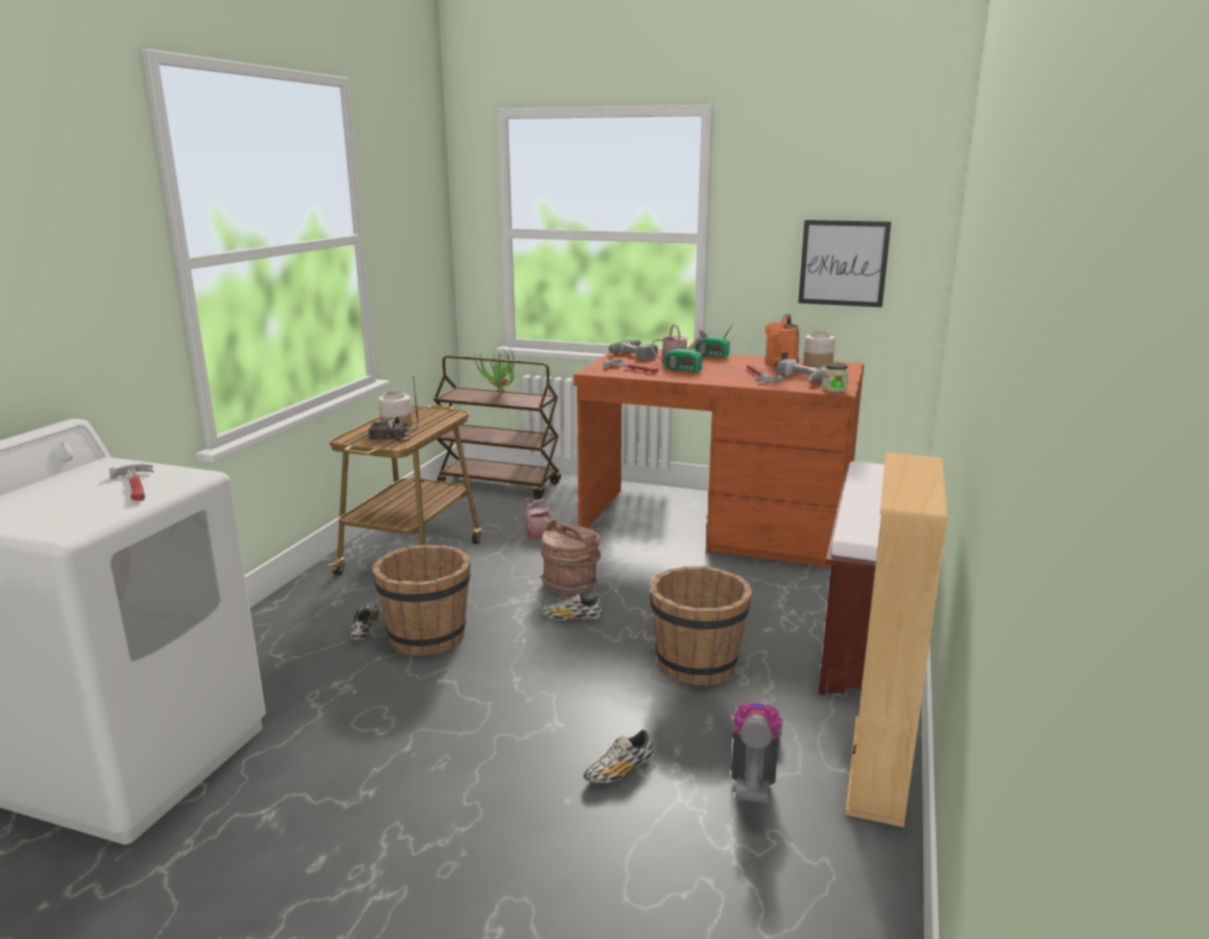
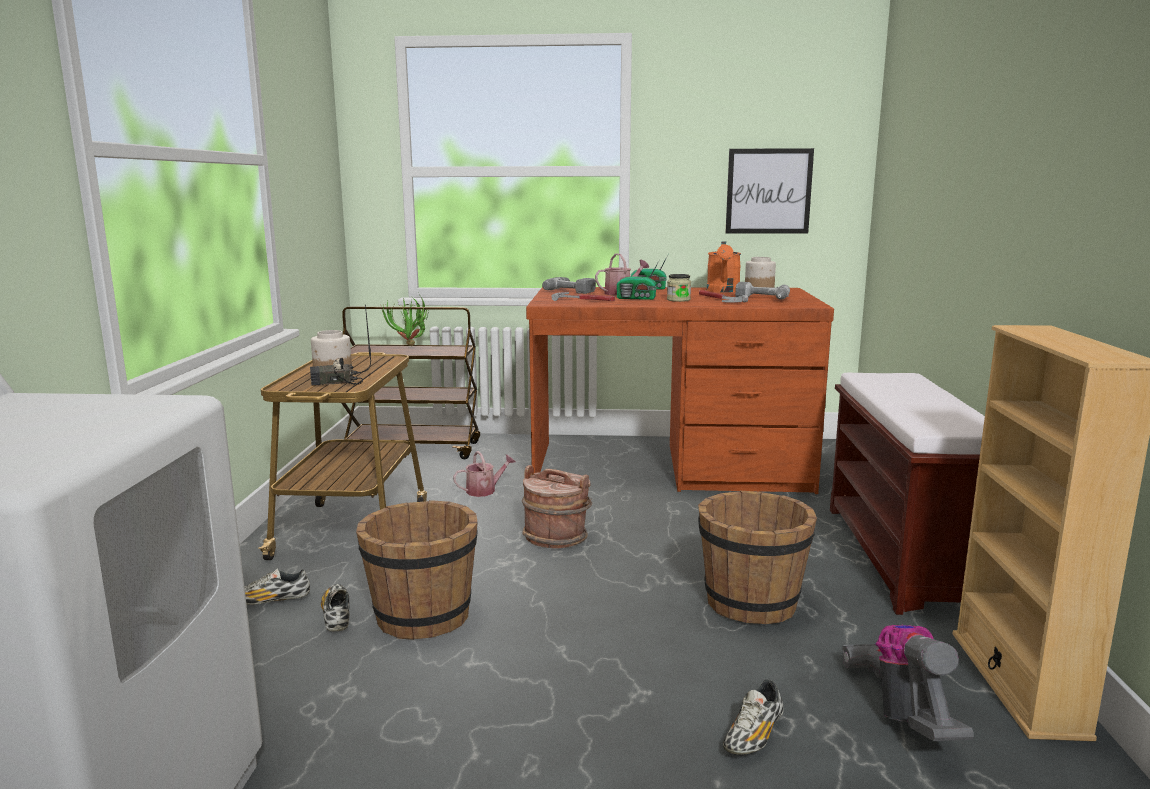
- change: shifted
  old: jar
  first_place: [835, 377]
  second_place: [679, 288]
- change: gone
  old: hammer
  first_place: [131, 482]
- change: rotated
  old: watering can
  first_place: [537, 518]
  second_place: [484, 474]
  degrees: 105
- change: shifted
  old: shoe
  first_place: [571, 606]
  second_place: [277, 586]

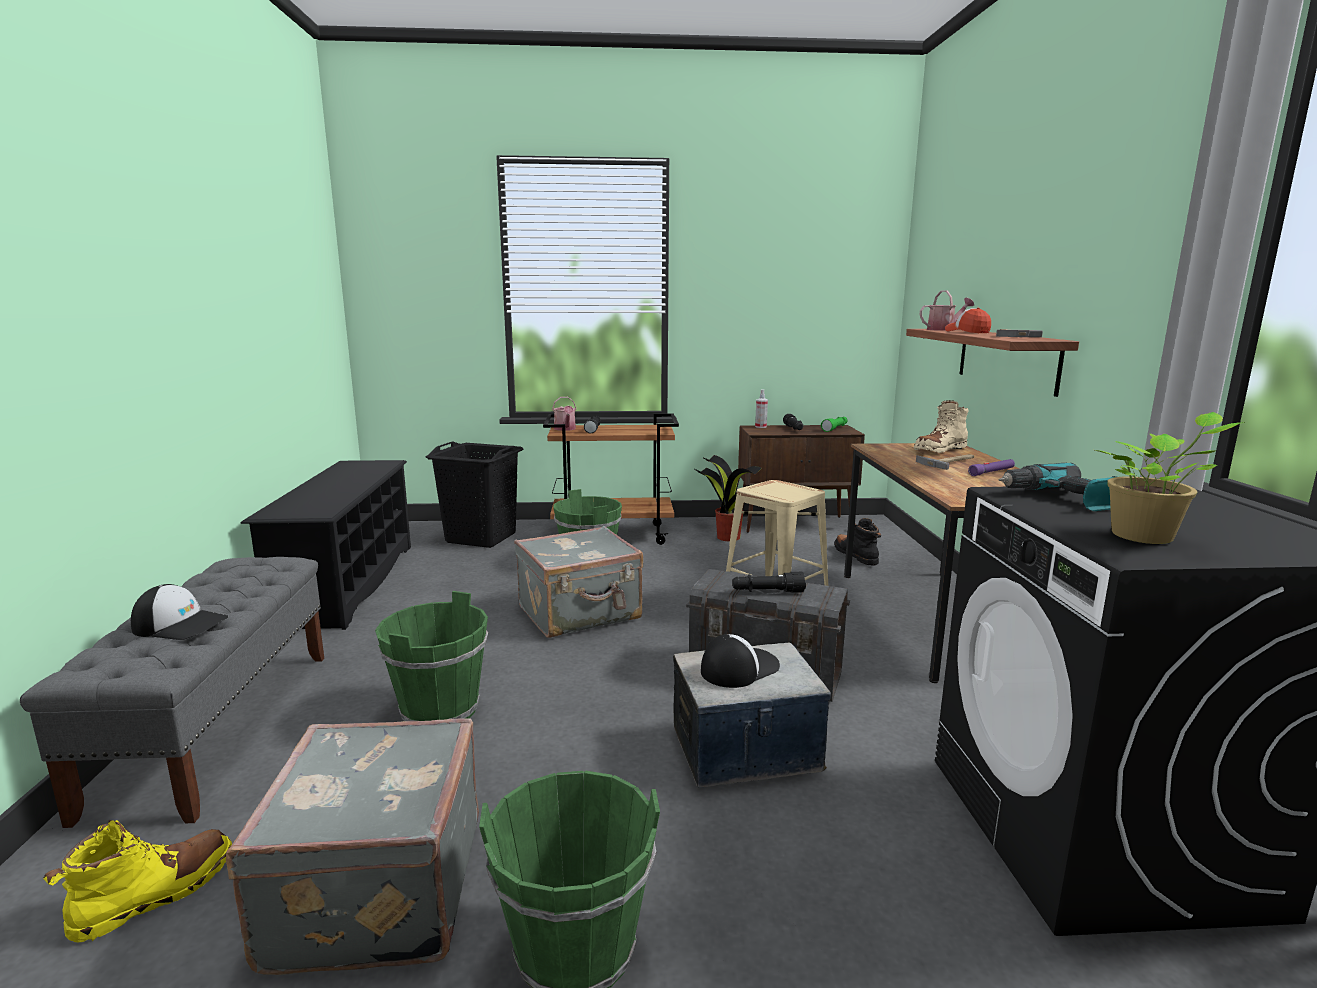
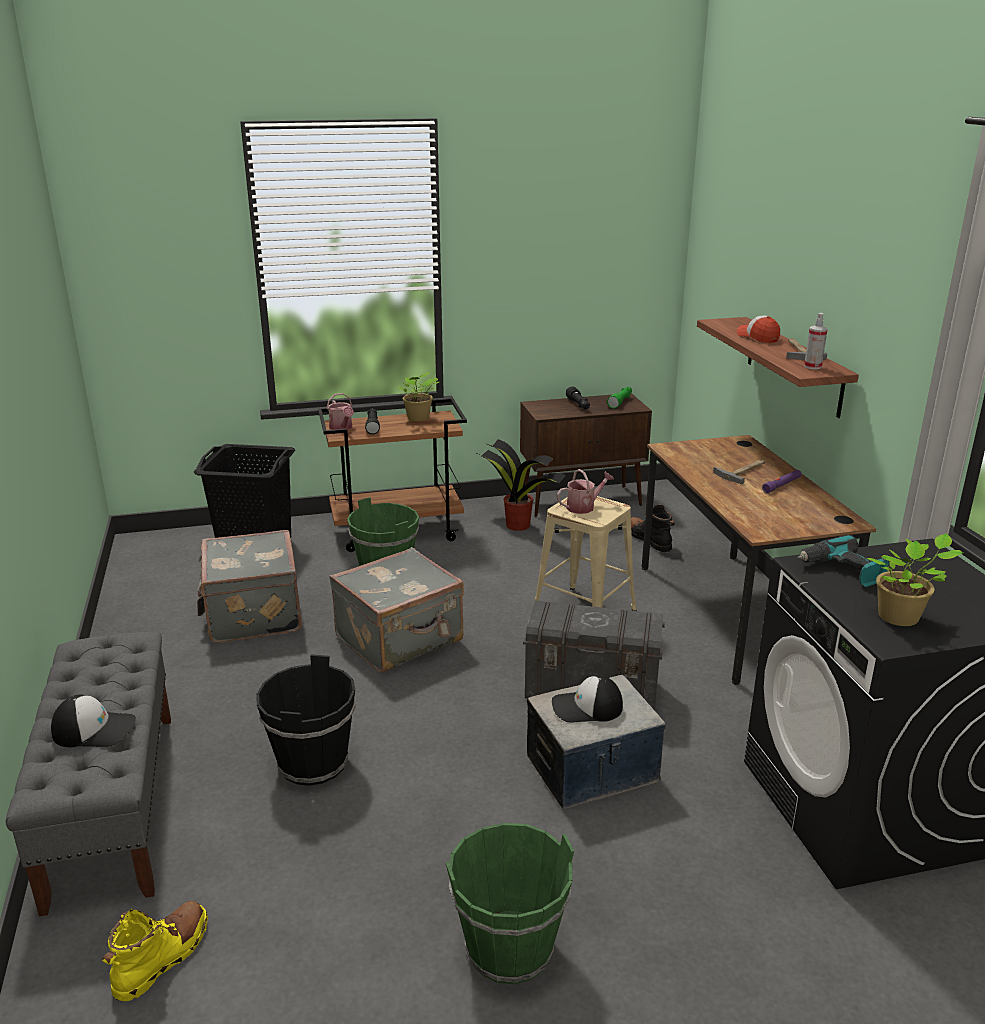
- change: shifted
  old: watering can
  first_place: [947, 311]
  second_place: [585, 491]
- change: shifted
  old: spray bottle
  first_place: [761, 408]
  second_place: [816, 341]
- change: gone
  old: beige boot
  first_place: [941, 426]
- change: gone
  old: black shoe rack
  first_place: [326, 545]
- change: gone
  old: black flashlight
  first_place: [769, 582]
- change: repainted
  old: green bucket
  new: black bucket
  first_place: [431, 656]
  second_place: [306, 720]
- change: rotated
  old: cap
  first_place: [740, 661]
  second_place: [587, 698]
  degrees: -135
- change: shifted
  old: grey suitcase
  first_place: [352, 846]
  second_place: [249, 586]
- change: new
  new: potted plant
  second_place: [418, 396]

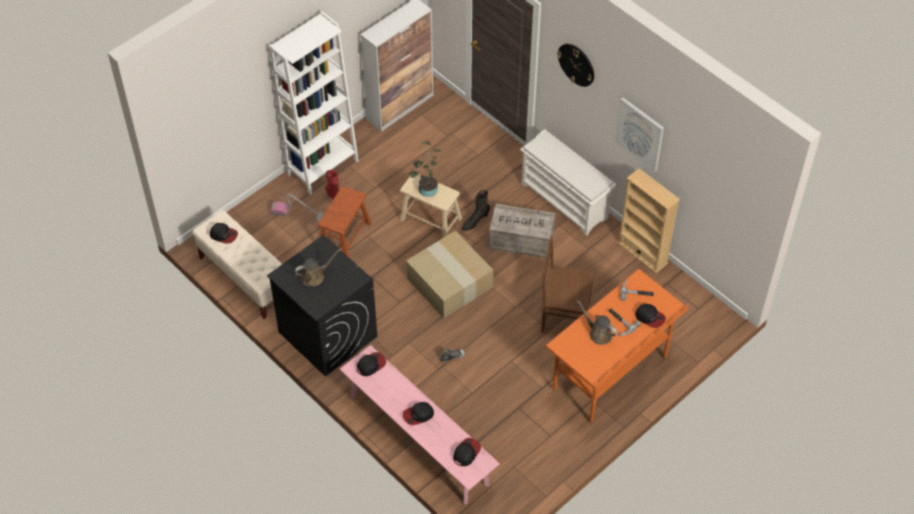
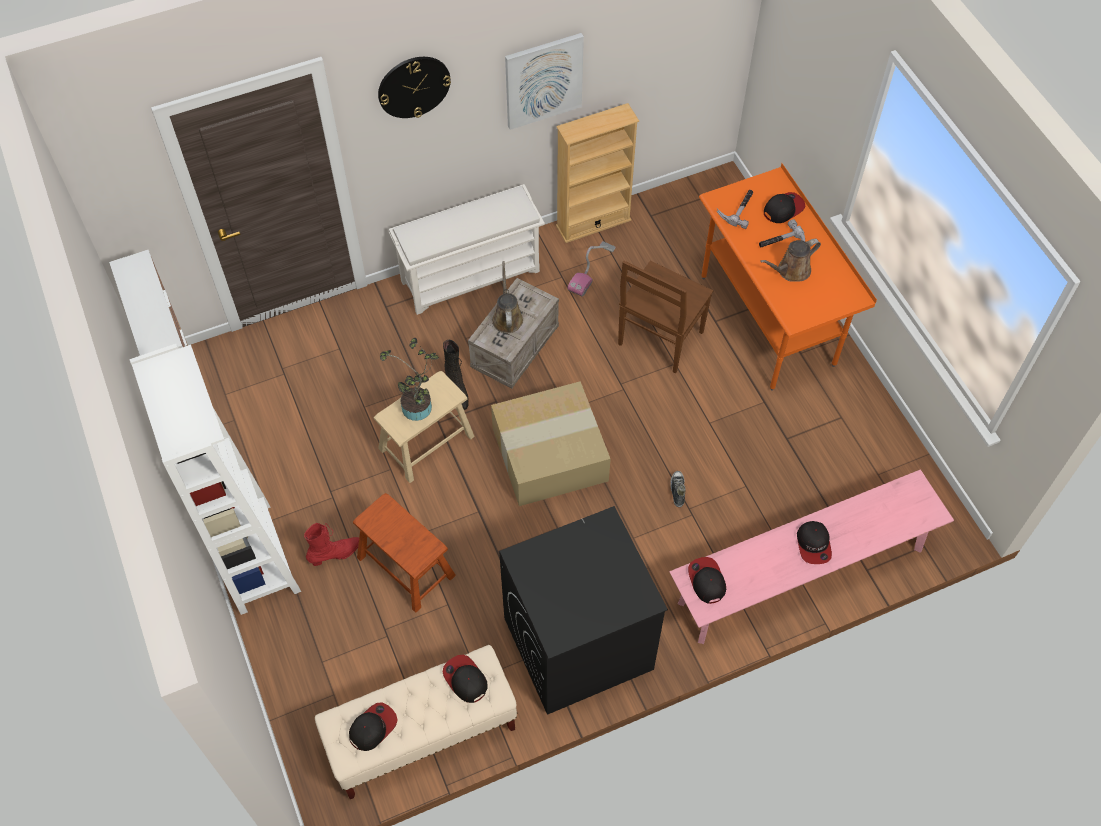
- change: shifted
  old: vacuum cleaner
  first_place: [297, 207]
  second_place: [591, 269]
- change: shifted
  old: brown watering can
  first_place: [317, 267]
  second_place: [507, 297]
- change: shifted
  old: cap
  first_place: [467, 452]
  second_place: [465, 679]

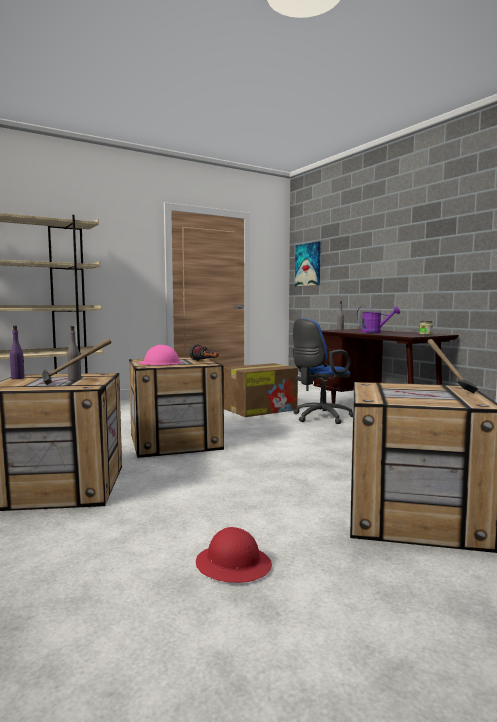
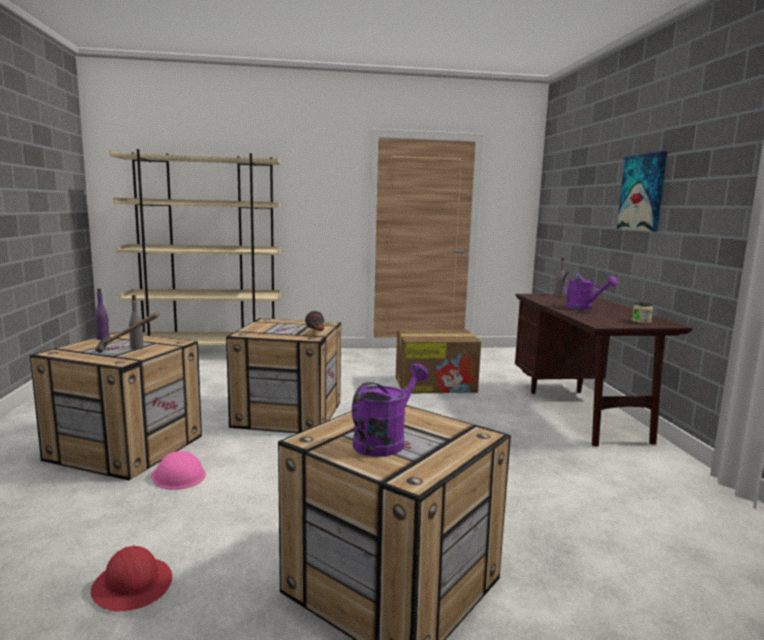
- change: shifted
  old: picture
  first_place: [308, 264]
  second_place: [642, 191]
- change: gone
  old: blue office chair
  first_place: [323, 371]
- change: gone
  old: hammer
  first_place: [452, 366]
- change: shifted
  old: pink hard hat
  first_place: [160, 355]
  second_place: [178, 470]
- change: new
  new: purple watering can
  second_place: [390, 410]

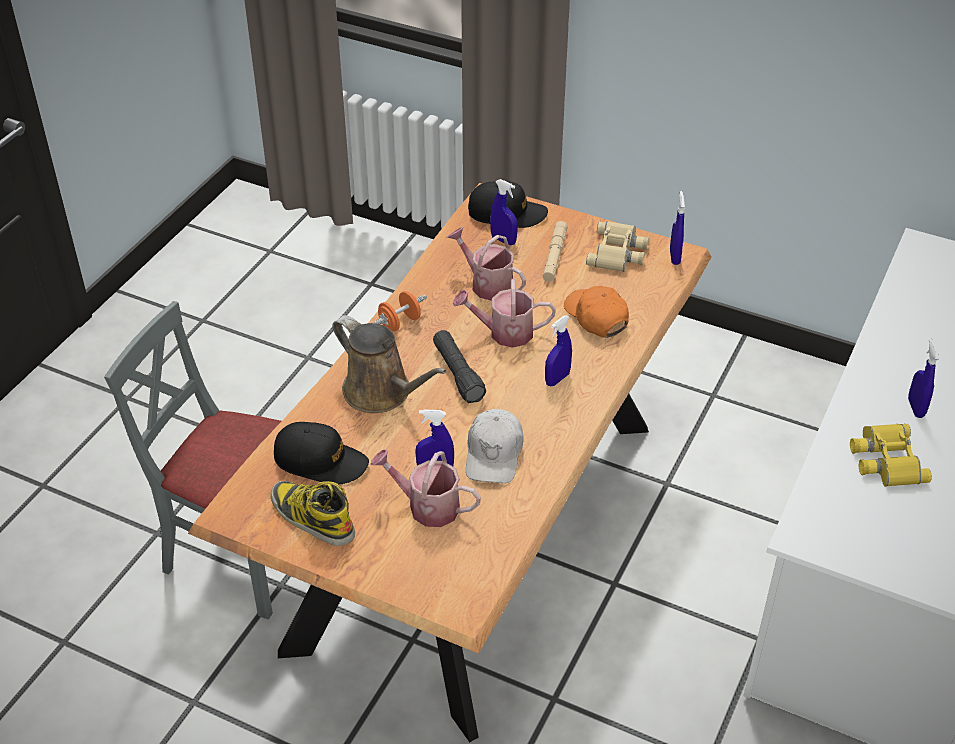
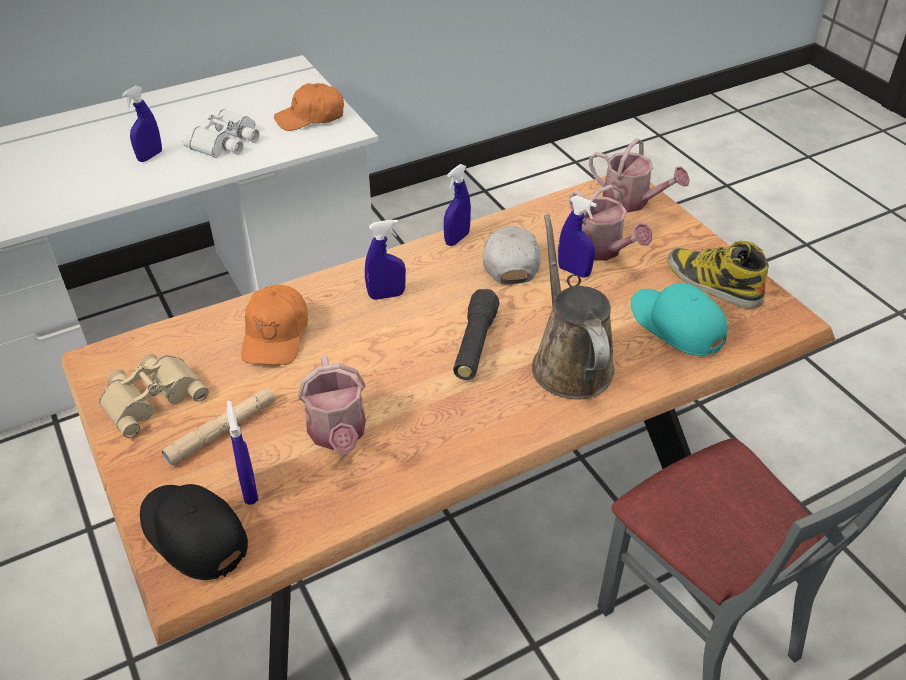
- change: shifted
  old: blue spray bottle
  first_place: [677, 228]
  second_place: [457, 205]
- change: shifted
  old: watering can
  first_place: [504, 313]
  second_place: [639, 175]
- change: gone
  old: orange dumbbell
  first_place: [400, 311]
- change: rotated
  old: white cap
  first_place: [495, 446]
  second_place: [512, 254]
  degrees: -45
- change: repainted
  old: black cap
  new: turquoise cap
  first_place: [321, 453]
  second_place: [679, 319]
- change: repainted
  old: yellow binoculars
  new: white binoculars
  first_place: [891, 455]
  second_place: [221, 133]
- change: rotated
  old: boot
  first_place: [312, 513]
  second_place: [718, 275]
  degrees: 150
- change: new
  new: orange cap
  second_place: [309, 107]

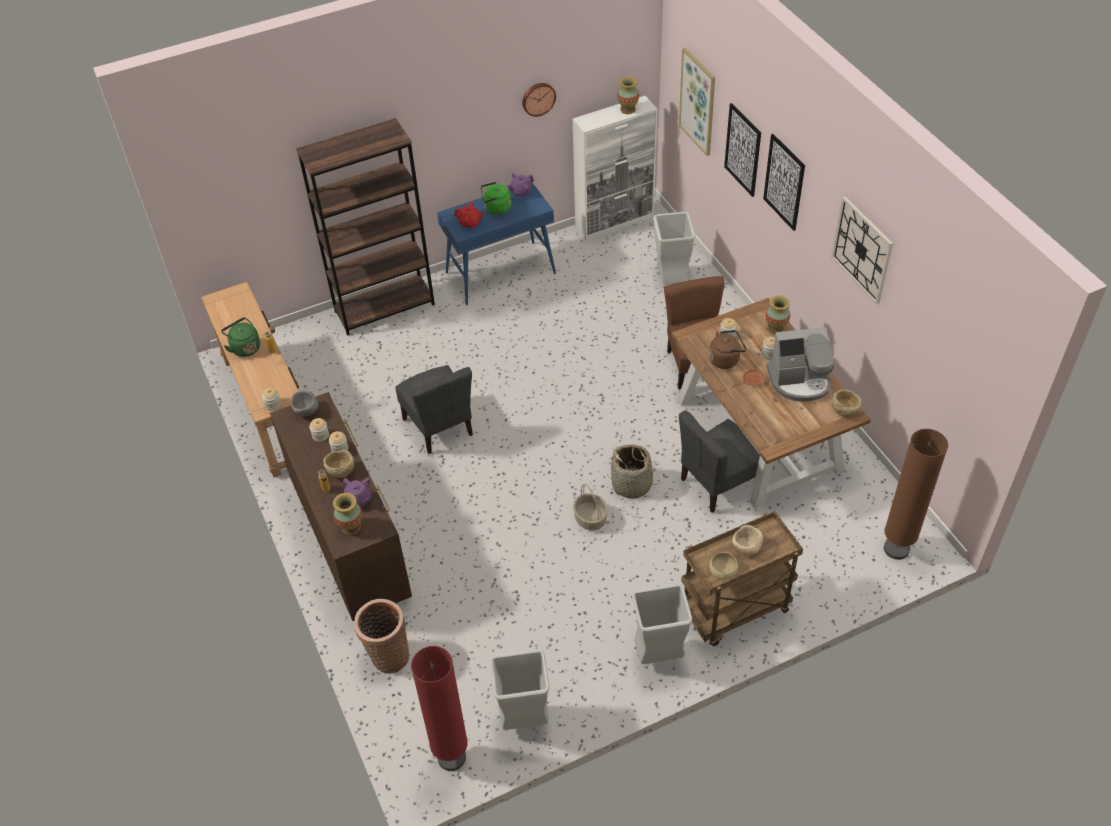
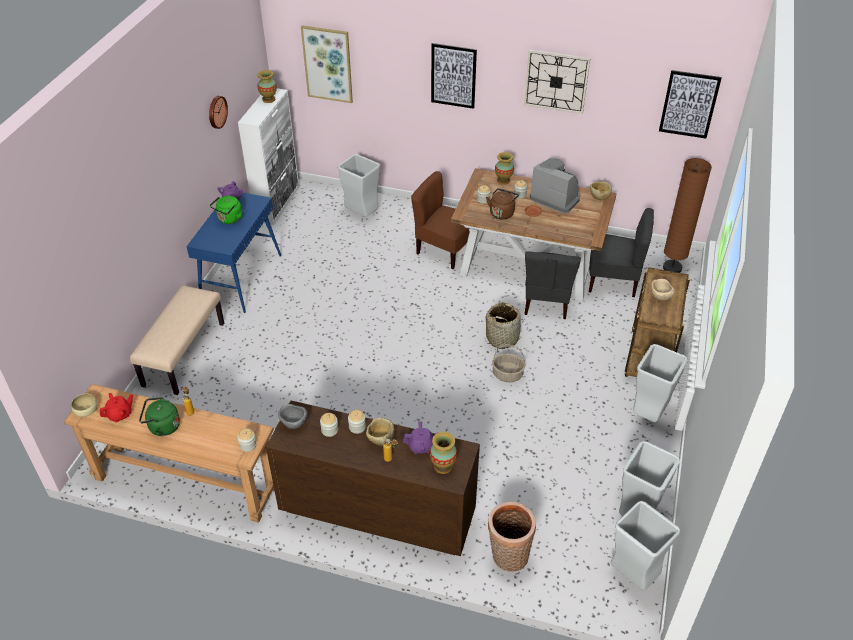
- change: shifted
  old: picture
  first_place: [742, 150]
  second_place: [690, 104]
- change: swapped
  old: brown bookcase
  new: beige bench
  first_place: [365, 227]
  second_place: [177, 340]
- change: shifted
  old: red teapot
  first_place: [469, 215]
  second_place: [116, 408]
- change: rotated
  old: coffee machine
  first_place: [800, 364]
  second_place: [555, 186]
  degrees: -90
- change: shifted
  old: grey chair
  first_place: [434, 409]
  second_place: [621, 252]
- change: shifted
  old: beige bowl
  first_place: [723, 566]
  second_place: [84, 405]
- change: swapped
  old: red floor lamp
  new: grey trash can
  first_place: [439, 708]
  second_place: [645, 545]

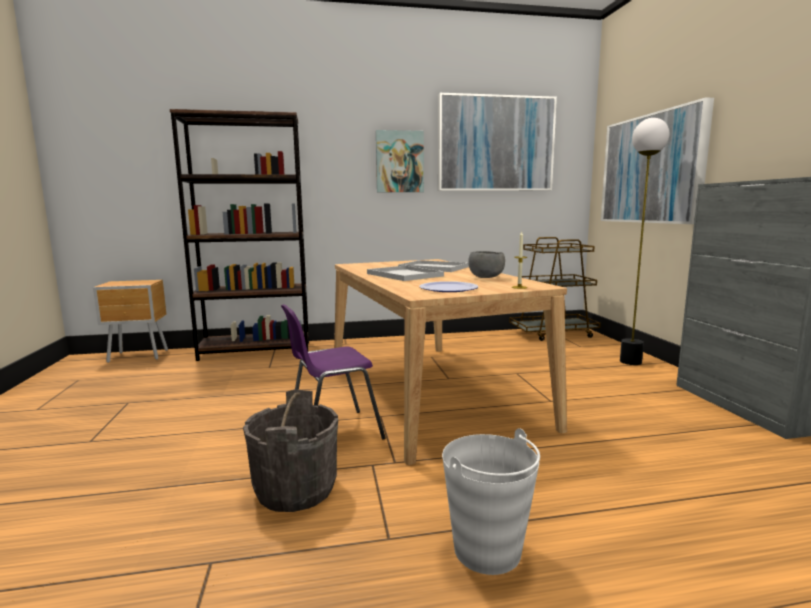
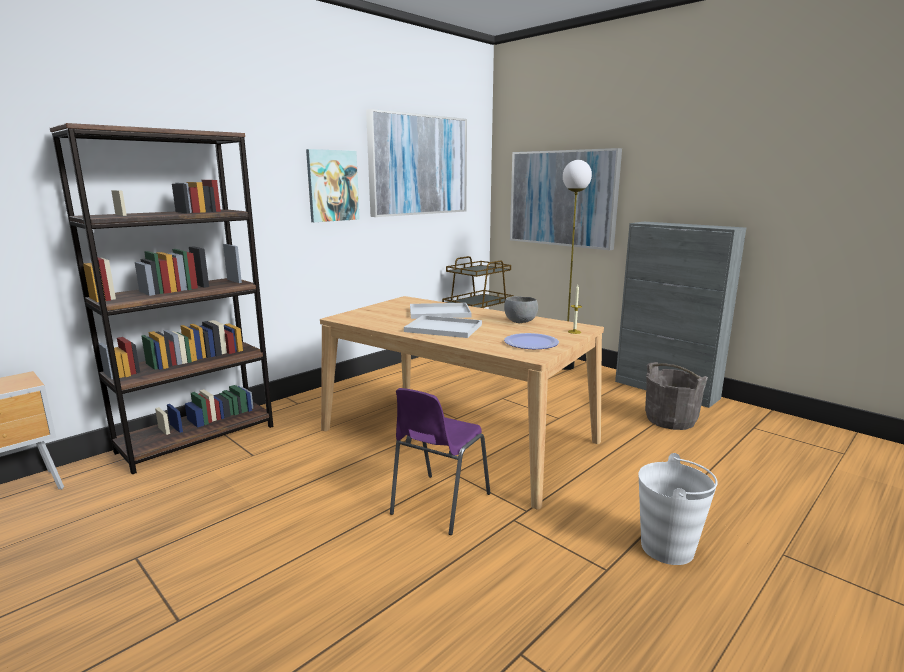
- change: shifted
  old: grey bucket
  first_place: [290, 450]
  second_place: [676, 396]

